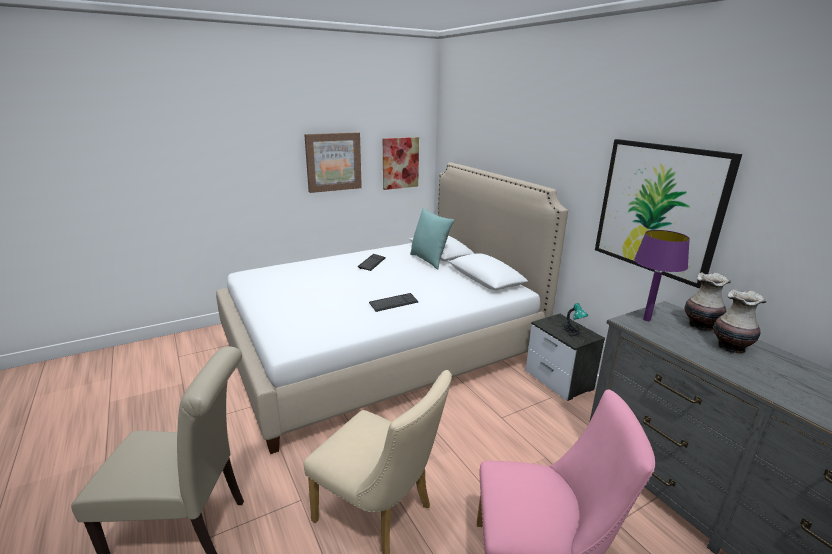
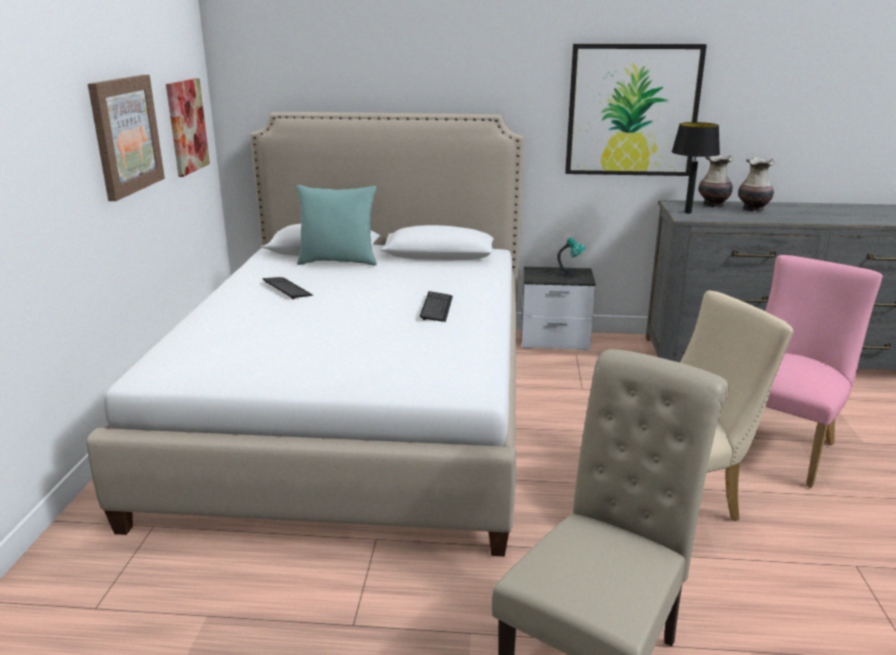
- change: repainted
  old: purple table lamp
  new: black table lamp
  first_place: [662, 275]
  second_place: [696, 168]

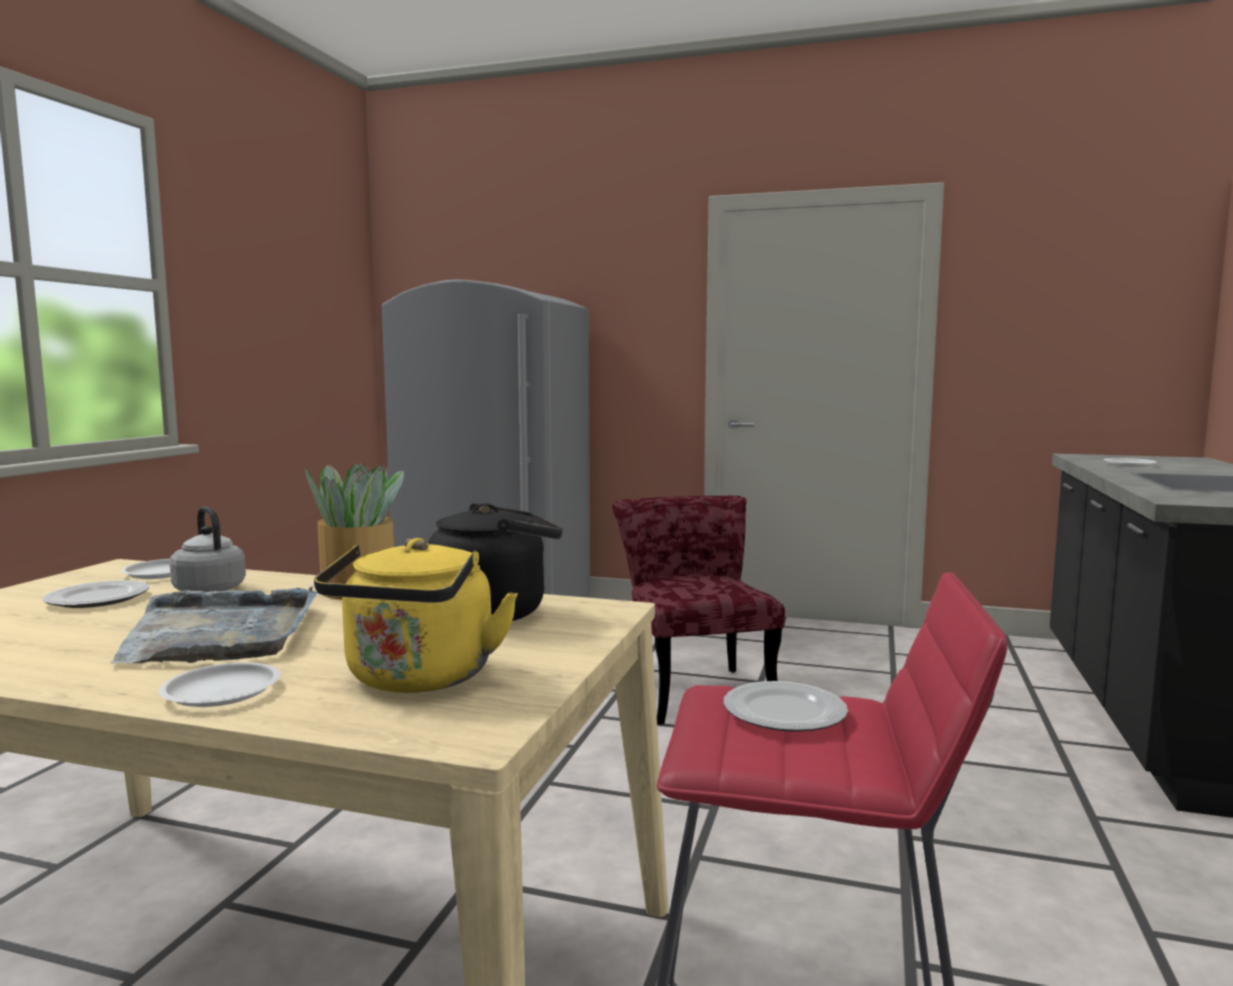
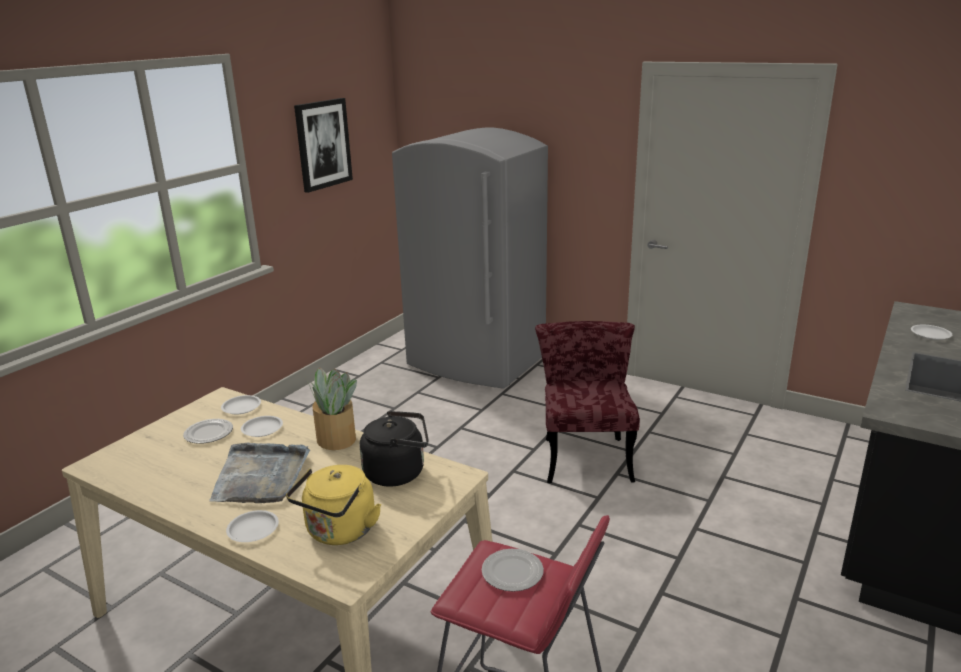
- change: swapped
  old: grey kettle
  new: white plate
  first_place: [207, 549]
  second_place: [262, 426]
- change: new
  new: picture
  second_place: [323, 145]

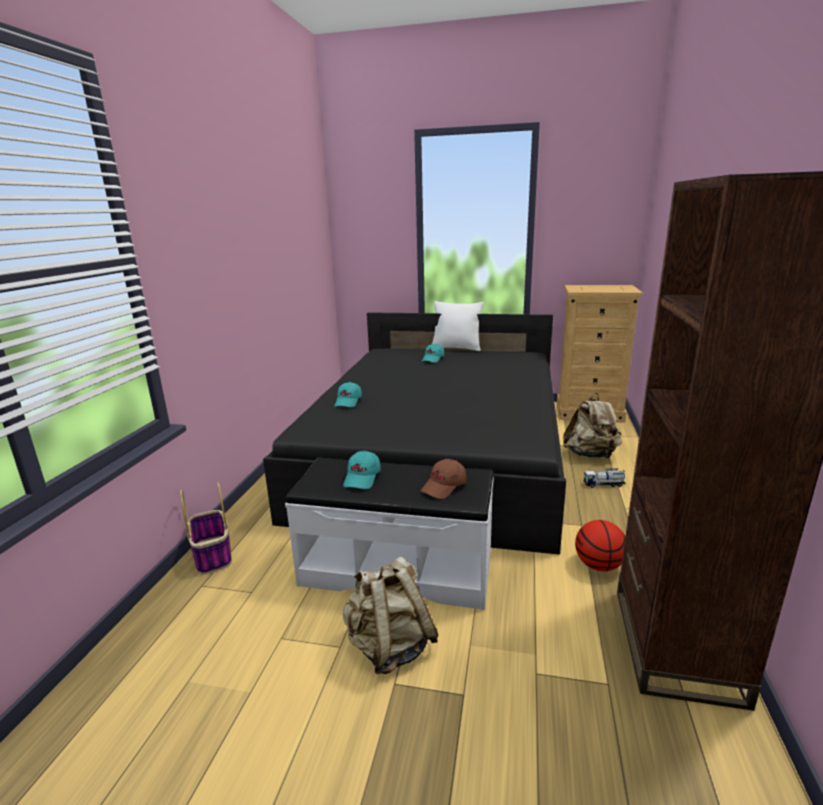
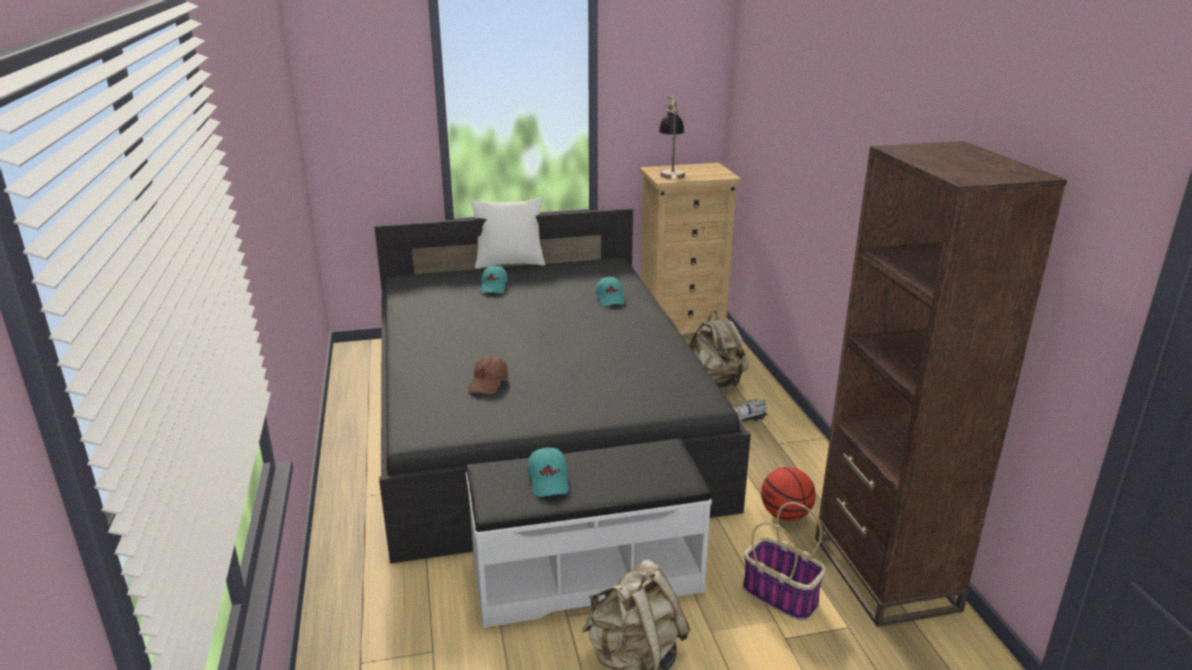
- change: shifted
  old: turquoise cap
  first_place: [348, 394]
  second_place: [610, 291]
- change: shifted
  old: brown cap
  first_place: [443, 479]
  second_place: [488, 375]
- change: shifted
  old: basket
  first_place: [205, 528]
  second_place: [784, 561]
- change: new
  new: table lamp
  second_place: [672, 137]

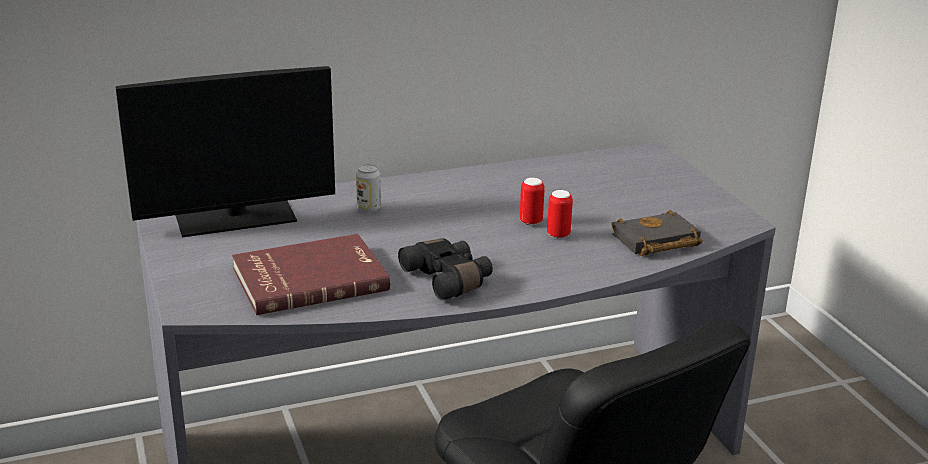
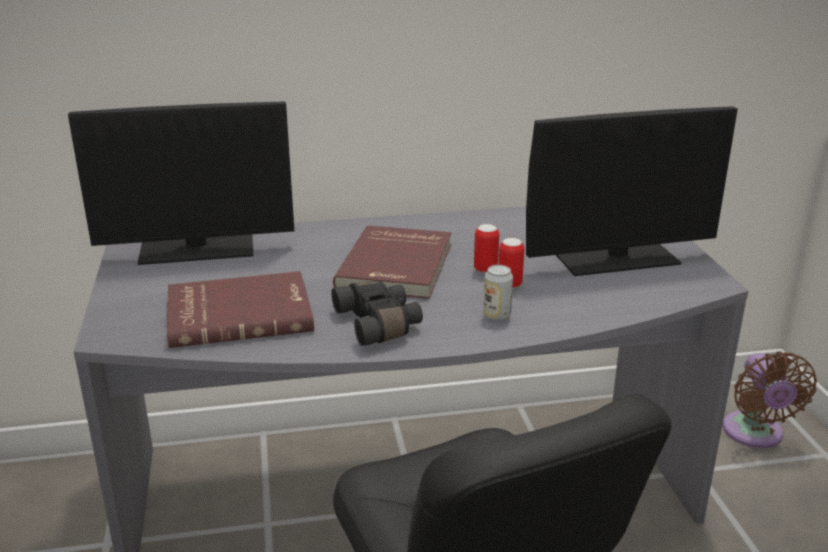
- change: shifted
  old: can
  first_place: [368, 188]
  second_place: [498, 293]
- change: gone
  old: black book
  first_place: [657, 233]
- change: new
  new: monitor
  second_place: [632, 191]
- change: new
  new: red book
  second_place: [392, 262]
- change: new
  new: brown fan
  second_place: [770, 400]

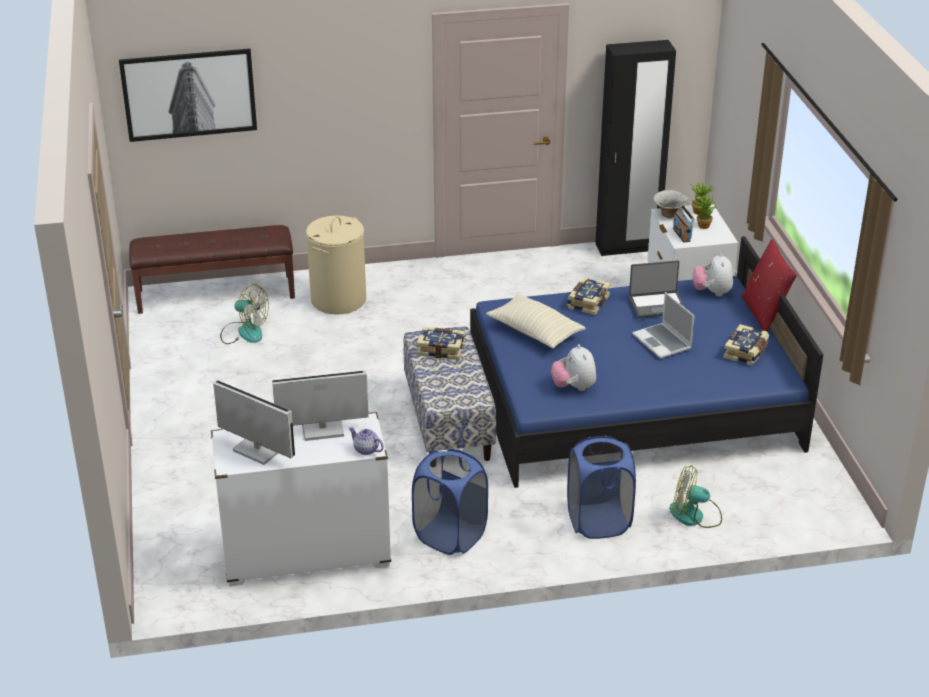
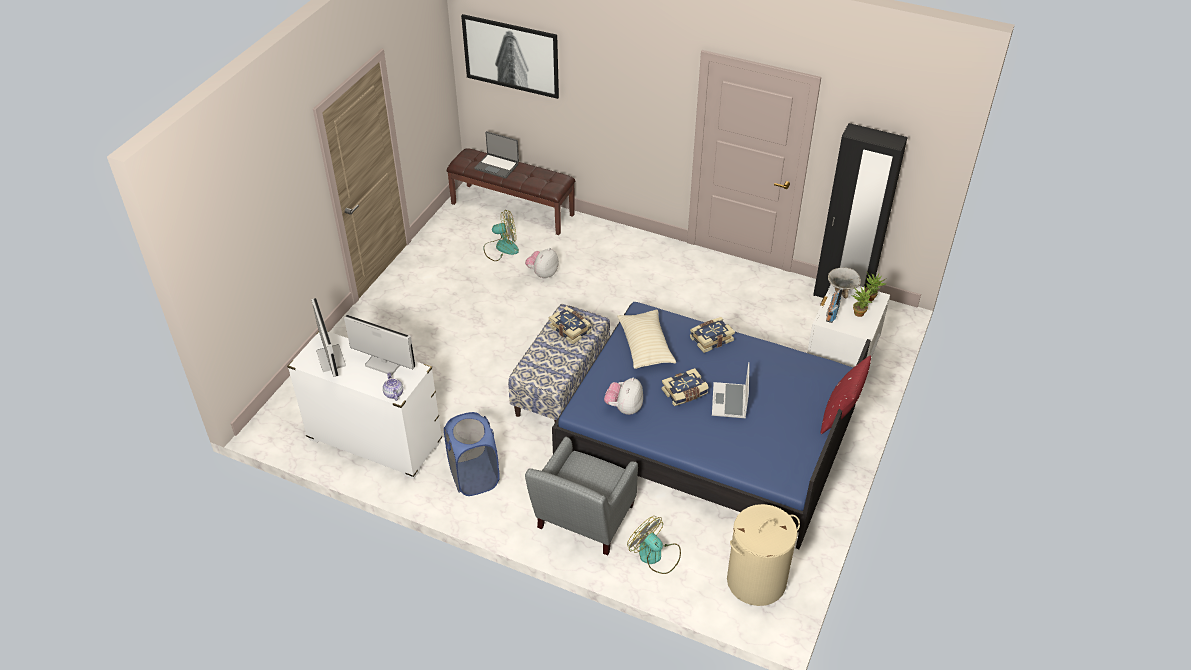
- change: shifted
  old: beige laundry basket
  first_place: [336, 265]
  second_place: [763, 555]
- change: shifted
  old: plush toy
  first_place: [712, 275]
  second_place: [542, 263]
- change: shifted
  old: laptop
  first_place: [656, 289]
  second_place: [496, 154]
- change: rotated
  old: fan
  first_place: [244, 314]
  second_place: [501, 235]
  degrees: -60
- change: shifted
  old: book
  first_place: [746, 345]
  second_place: [685, 387]
- change: swapped
  old: blue laundry basket
  new: grey armchair
  first_place: [601, 487]
  second_place: [581, 496]

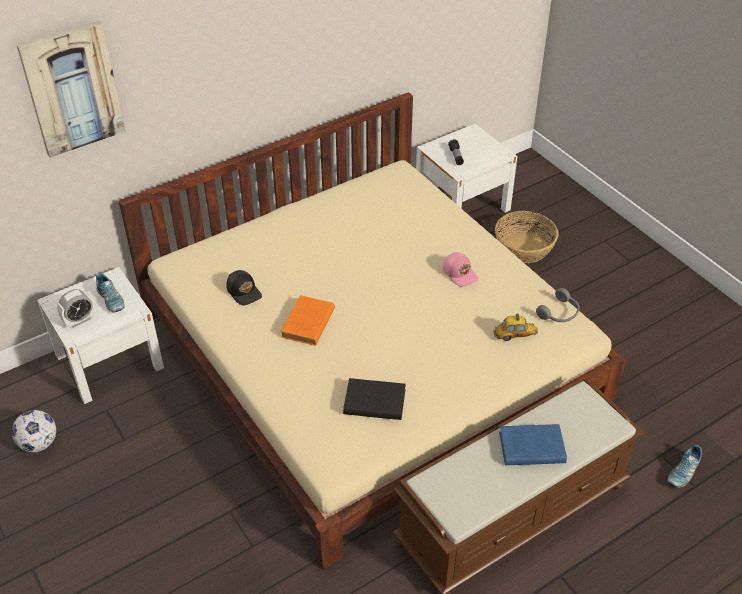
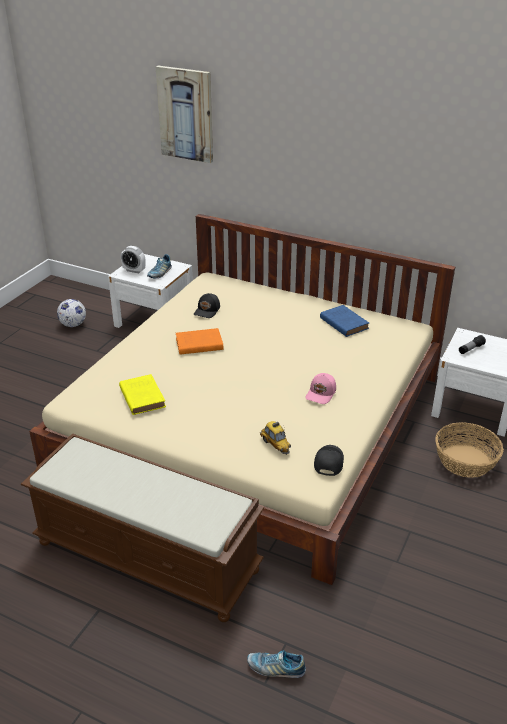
- change: swapped
  old: grey headphones
  new: black cap
  first_place: [558, 305]
  second_place: [329, 460]
- change: repainted
  old: black book
  new: yellow book
  first_place: [374, 399]
  second_place: [142, 394]
- change: shifted
  old: blue book
  first_place: [533, 444]
  second_place: [344, 321]

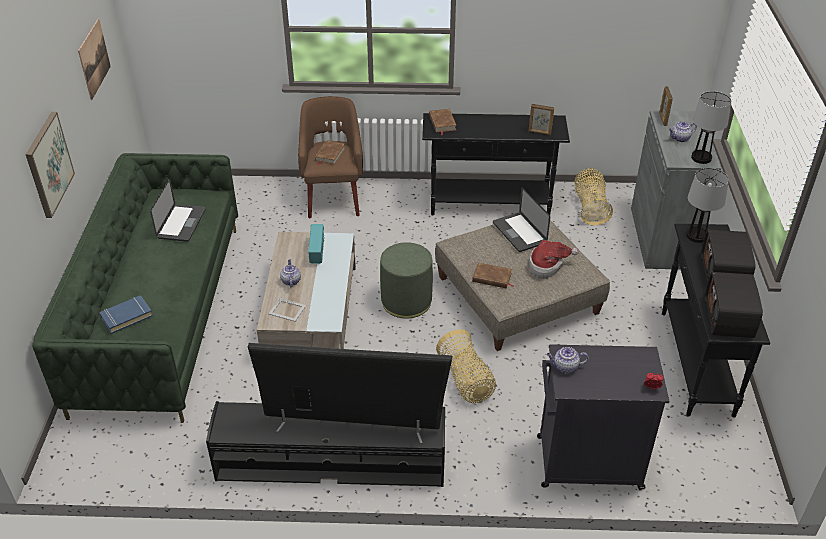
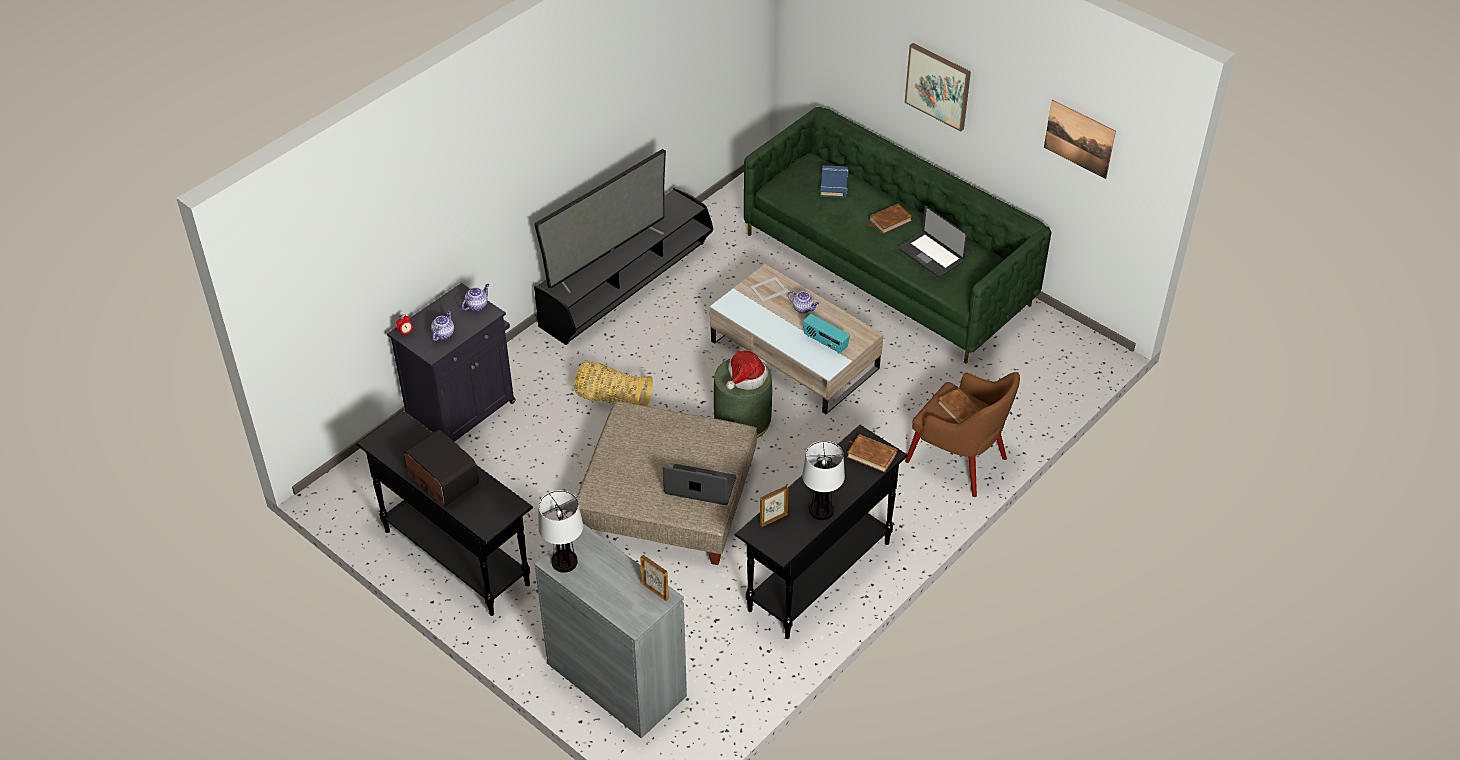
- change: shifted
  old: teapot
  first_place: [683, 132]
  second_place: [442, 325]
- change: gone
  old: basket
  first_place: [593, 196]
- change: shifted
  old: table lamp
  first_place: [707, 205]
  second_place: [823, 480]
- change: shifted
  old: hat
  first_place: [554, 259]
  second_place: [747, 370]
- change: shifted
  old: brown book
  first_place: [493, 275]
  second_place: [890, 219]
- change: gone
  old: radio
  first_place: [734, 305]

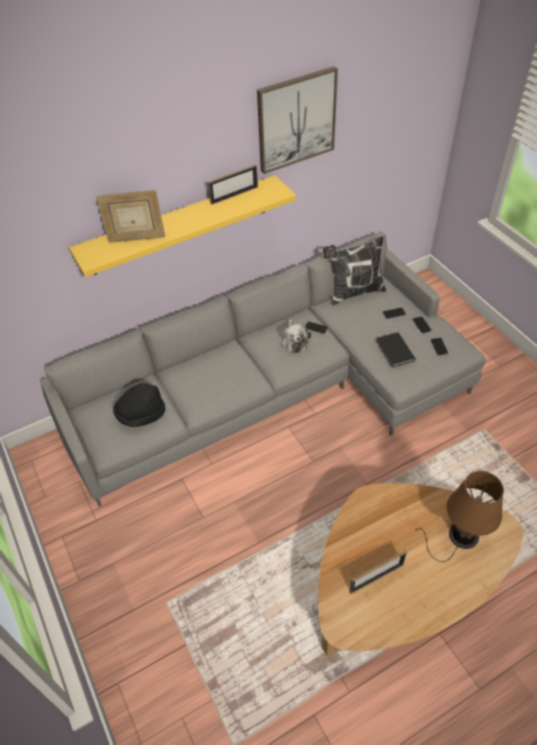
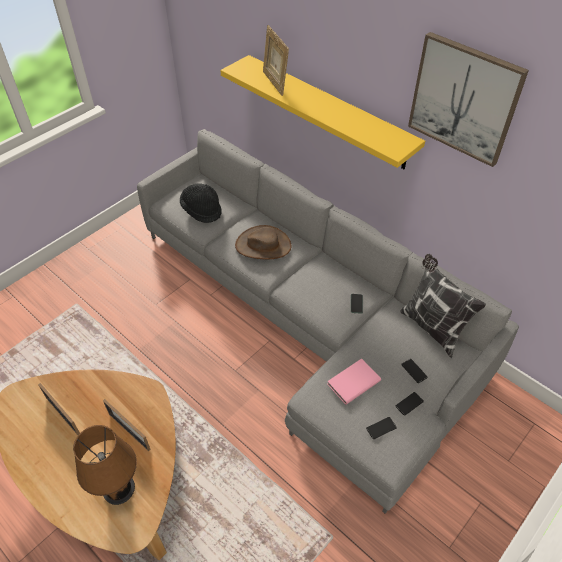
- change: shifted
  old: picture frame
  first_place: [233, 185]
  second_place: [127, 425]
- change: gone
  old: plush toy
  first_place: [296, 336]
- change: repainted
  old: black book
  new: pink book
  first_place: [396, 350]
  second_place: [354, 382]
- change: new
  new: brown hat
  second_place: [263, 242]

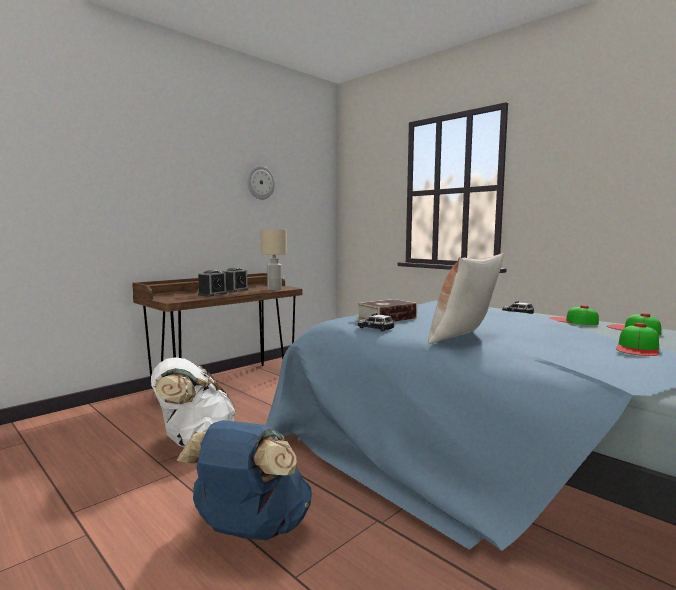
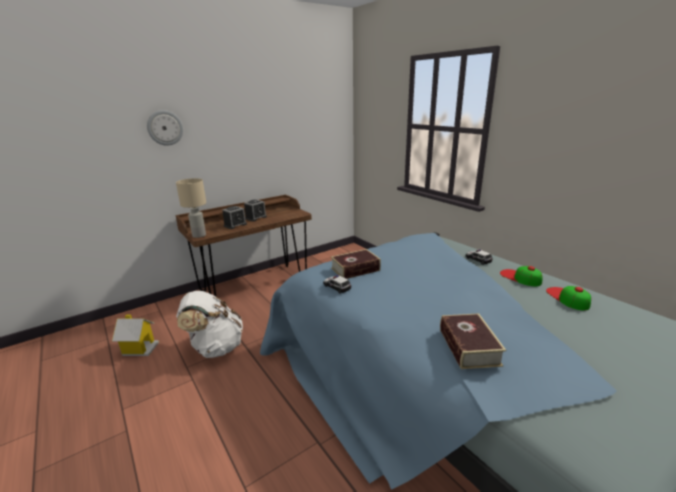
- change: shifted
  old: wall clock
  first_place: [261, 183]
  second_place: [165, 128]
- change: shifted
  old: beige table lamp
  first_place: [273, 259]
  second_place: [191, 208]
- change: gone
  old: pillow
  first_place: [466, 298]
- change: gone
  old: cap
  first_place: [637, 339]
- change: gone
  old: blue backpack
  first_place: [244, 480]
- change: new
  new: book
  second_place: [473, 341]
- change: new
  new: toy house
  second_place: [135, 335]

